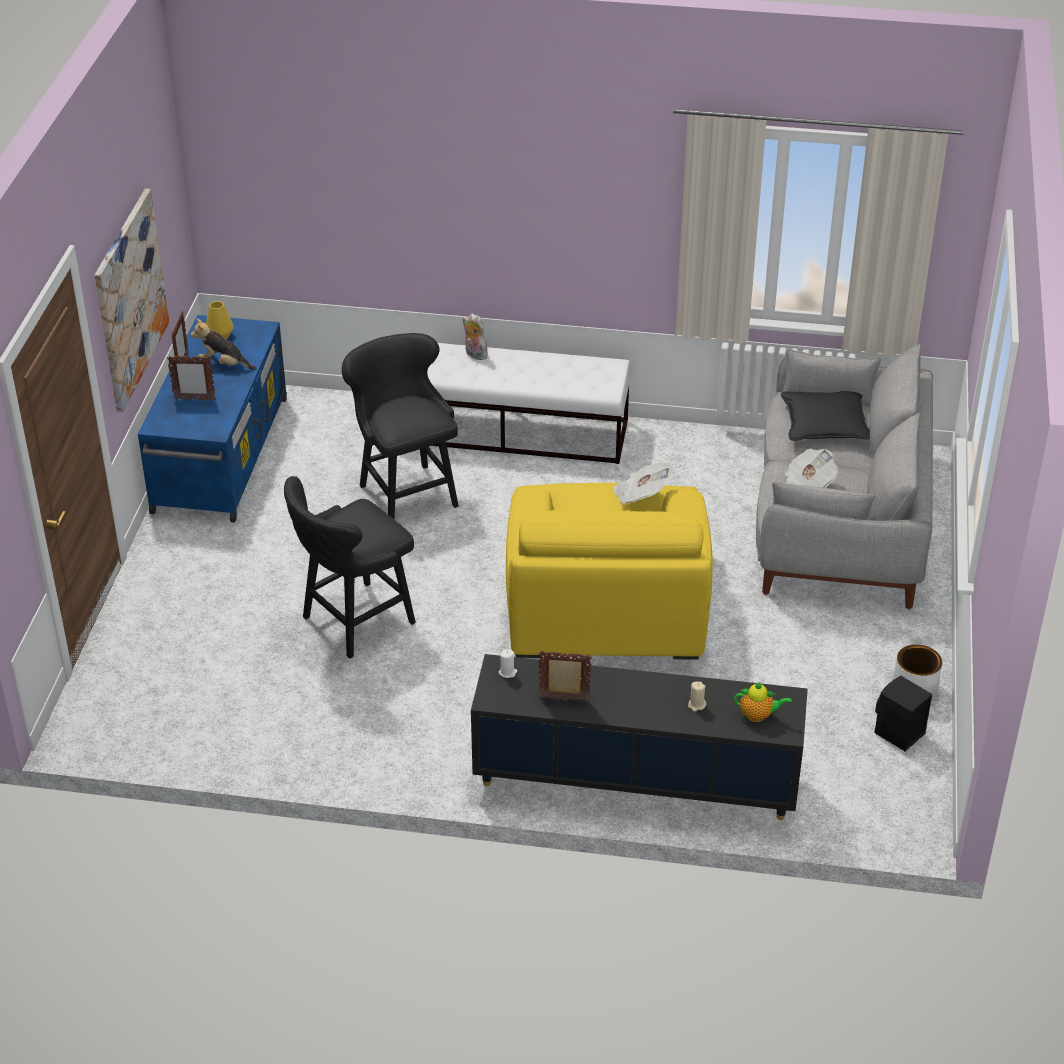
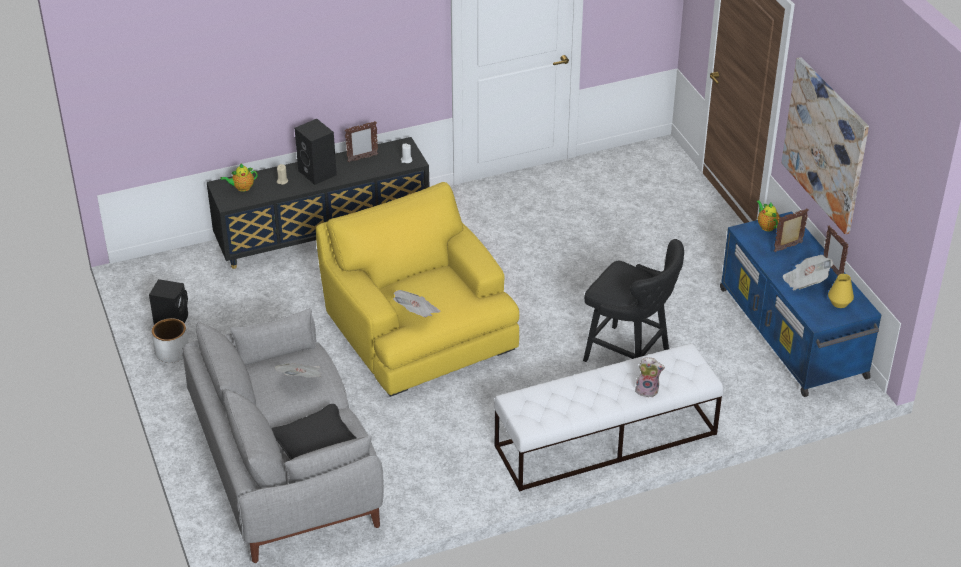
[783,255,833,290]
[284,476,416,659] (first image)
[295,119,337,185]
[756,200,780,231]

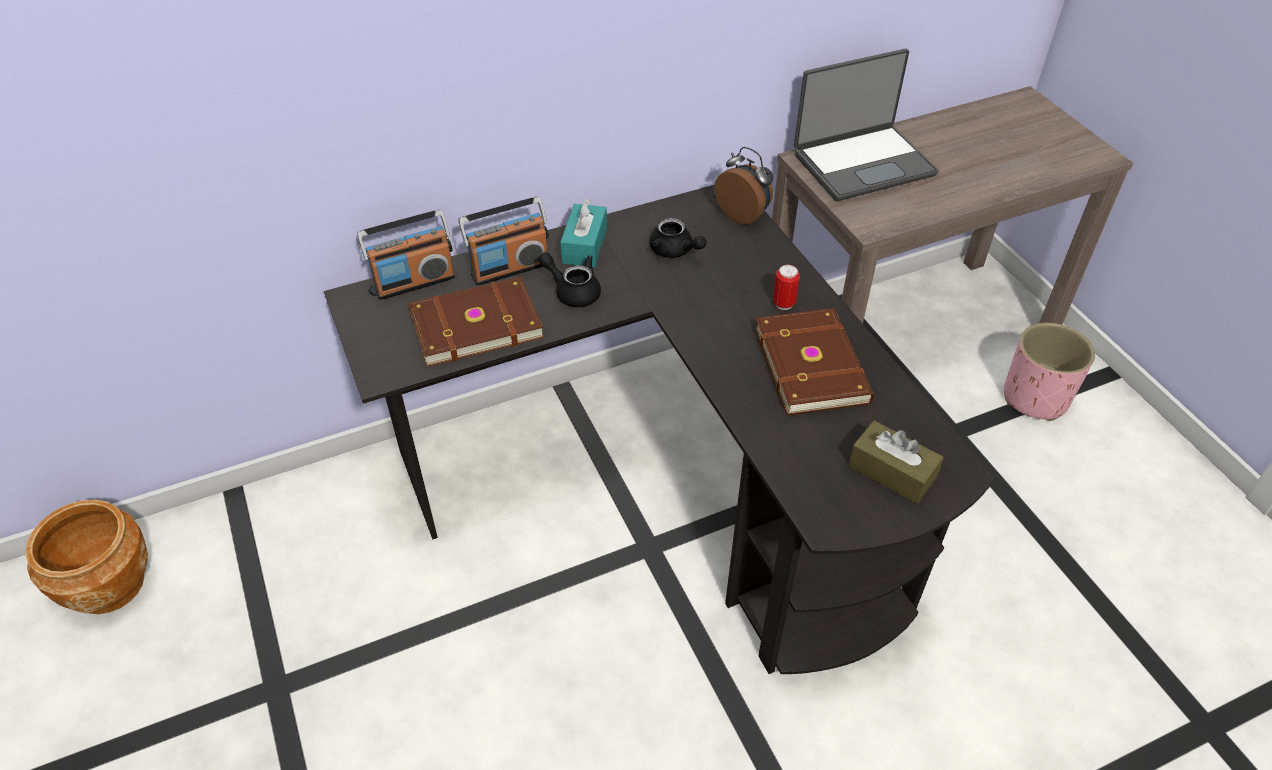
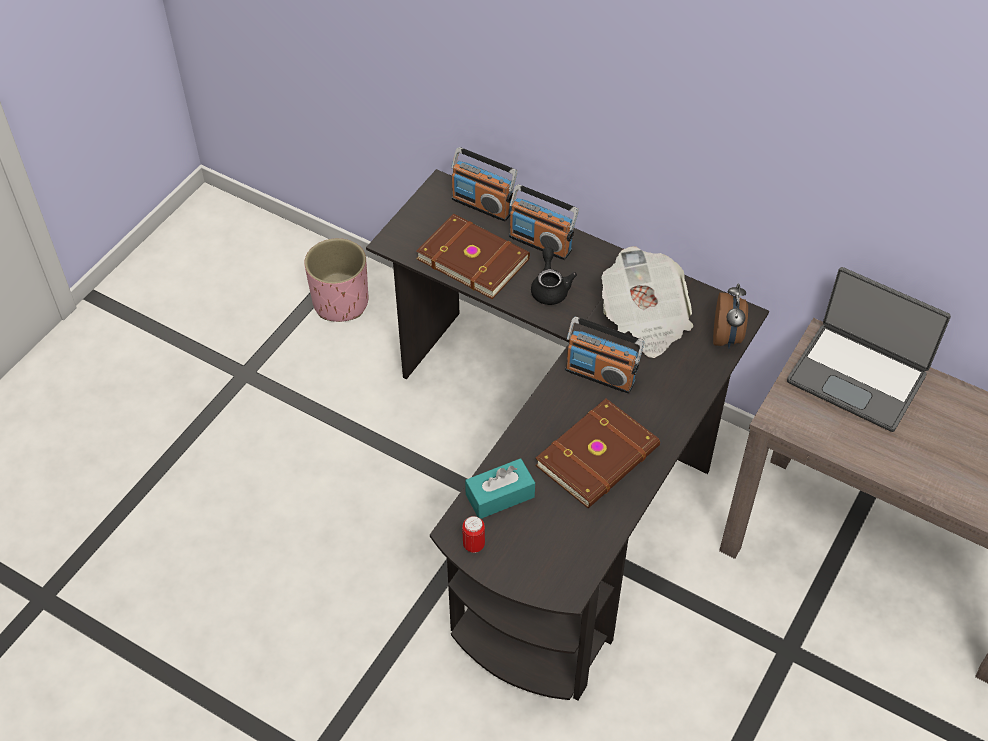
[25,499,148,614] (first image)
[465,458,535,519]
[601,246,693,358]
[462,516,485,553]
[848,421,944,504] (first image)
[304,238,368,322]
[565,316,644,394]

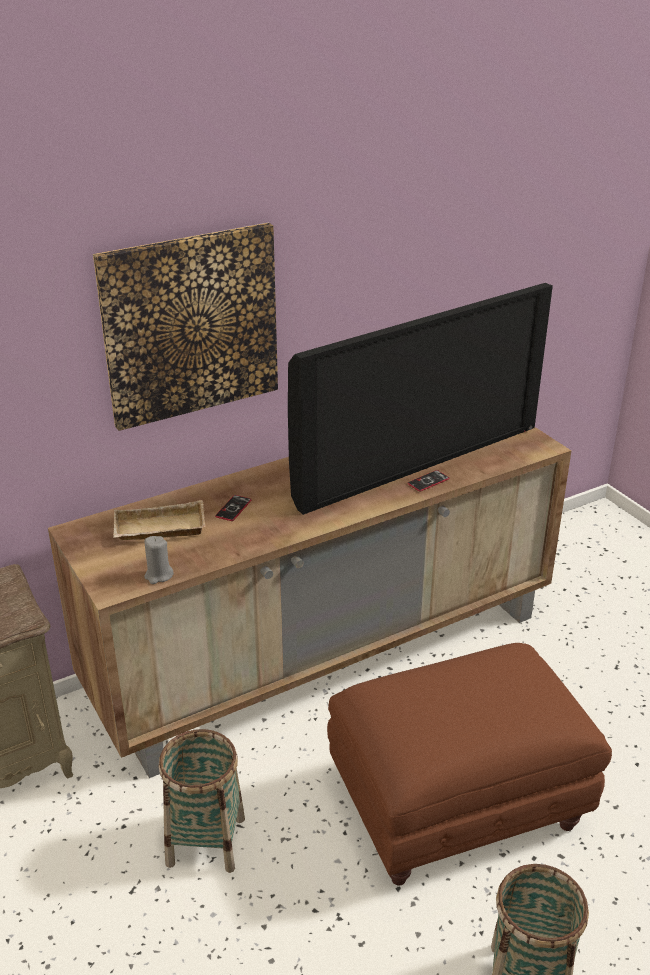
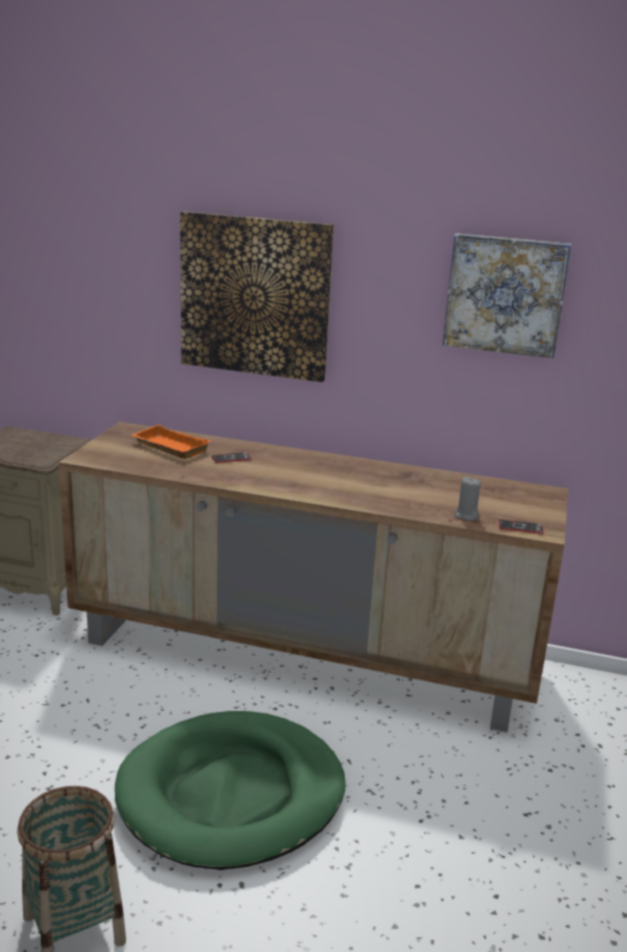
[131,425,211,459]
[454,477,481,521]
[159,729,245,873] (first image)
[288,283,553,515] (first image)
[115,711,345,870]
[499,520,543,534]
[443,233,571,358]

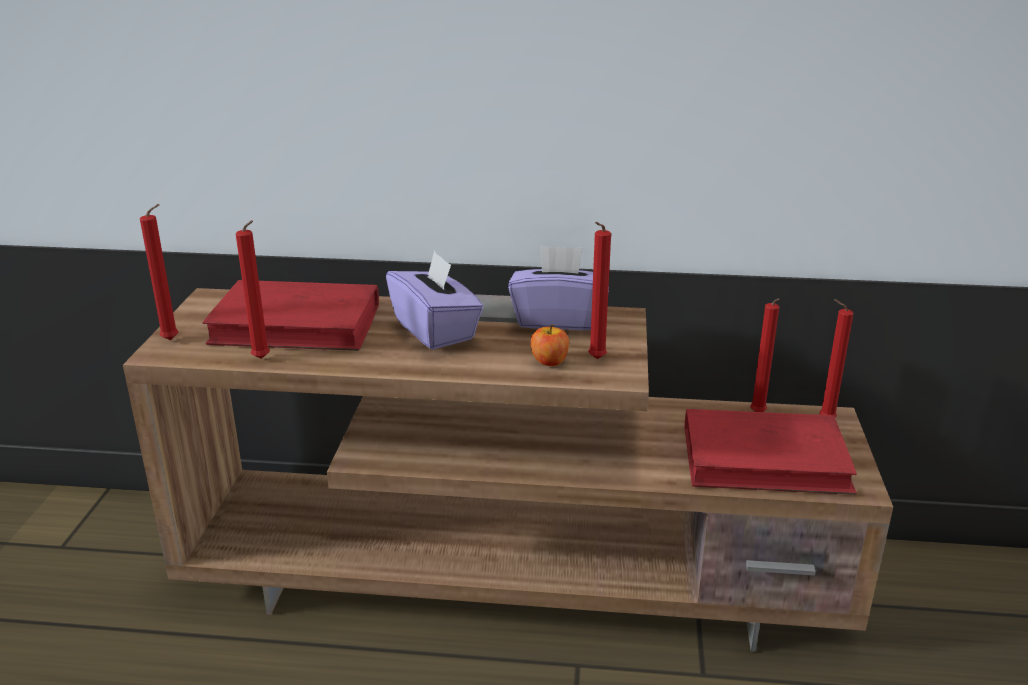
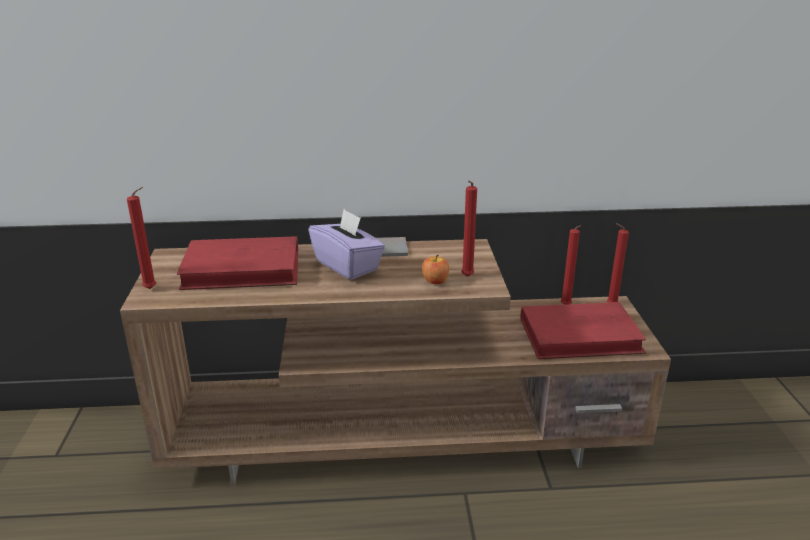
[236,220,270,359] (first image)
[508,245,609,330] (first image)

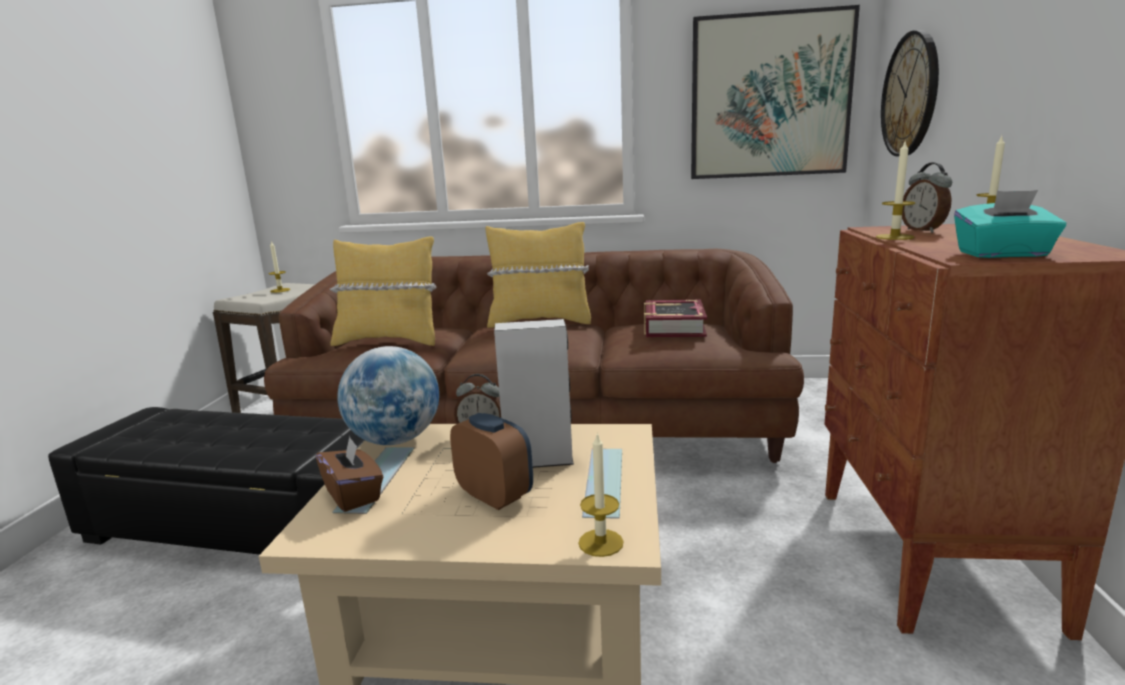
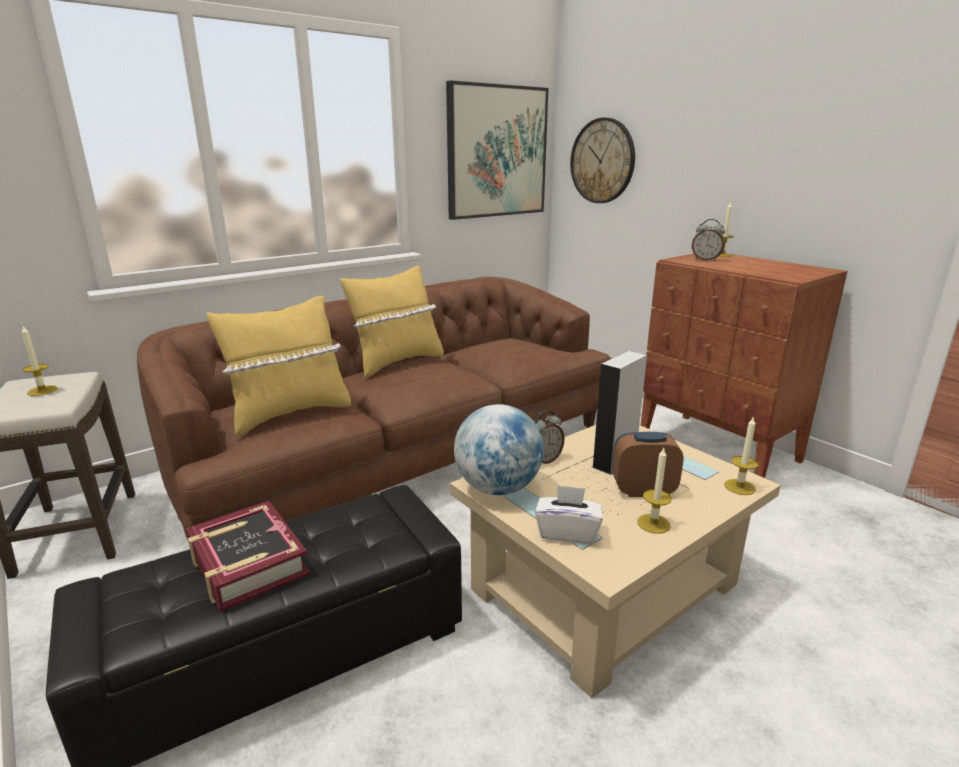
[535,485,602,544]
[186,501,310,612]
[637,448,672,534]
[954,190,1066,258] (first image)

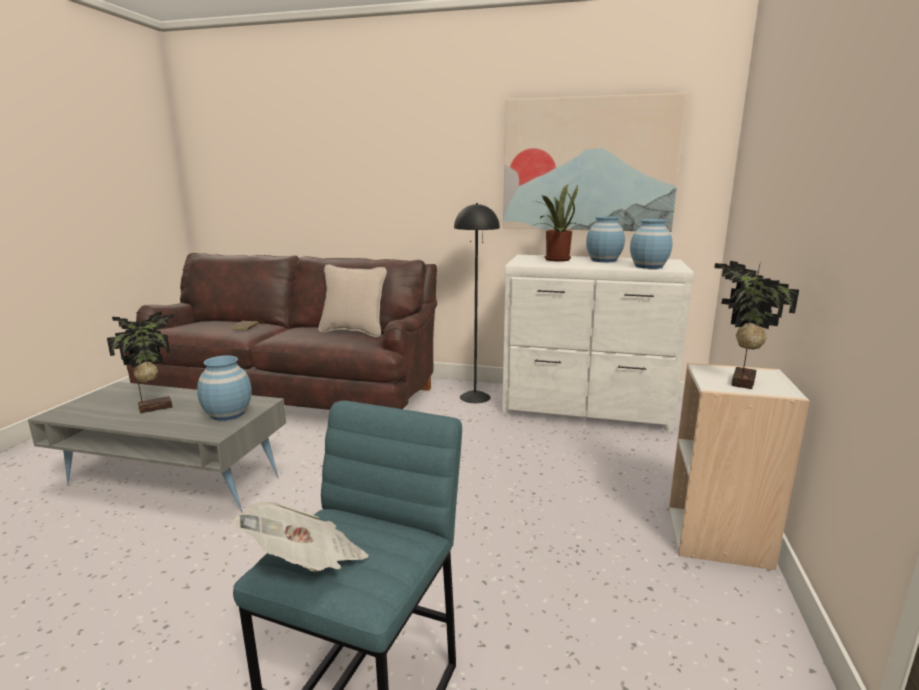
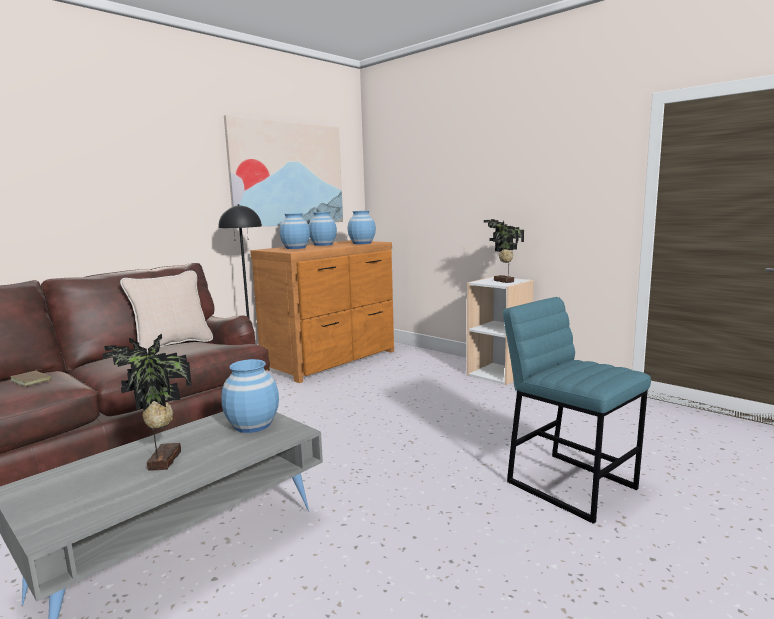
[233,502,368,572] (first image)
[250,240,394,383]
[279,213,310,249]

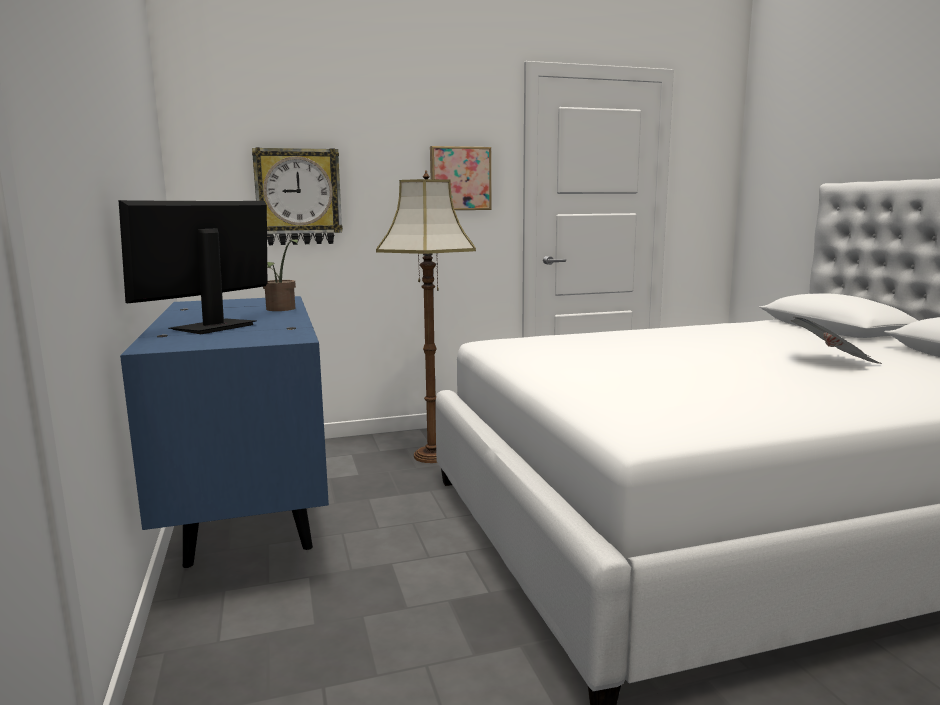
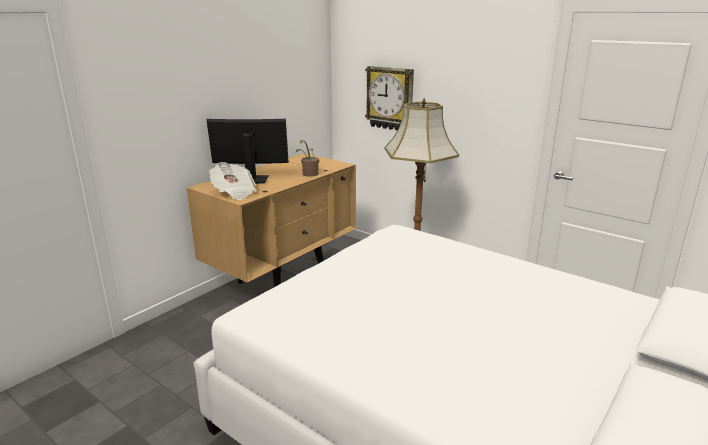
[187,153,356,287]
[430,146,492,210] (first image)
[209,162,257,200]

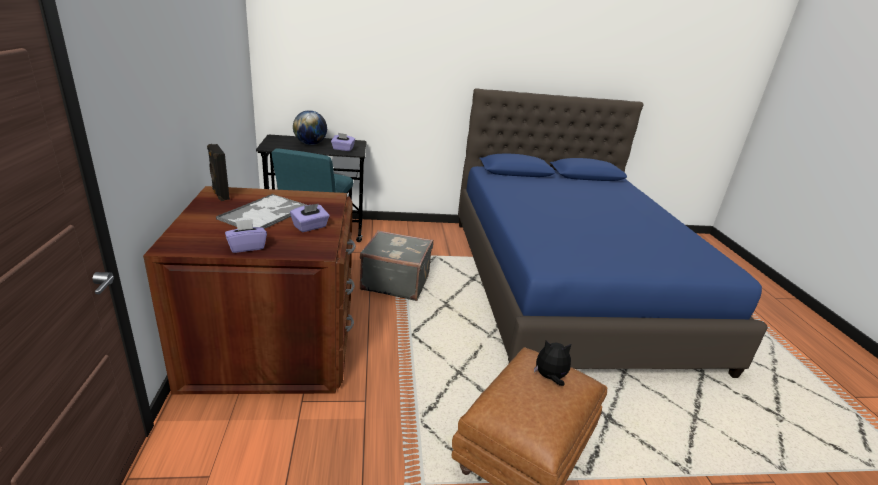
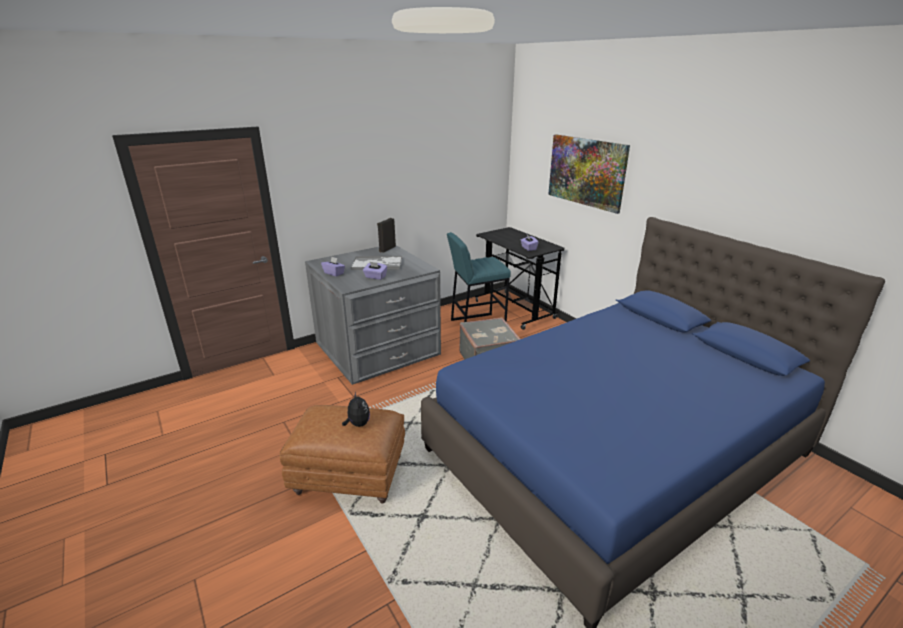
[305,245,441,385]
[293,110,327,145] (first image)
[548,134,630,214]

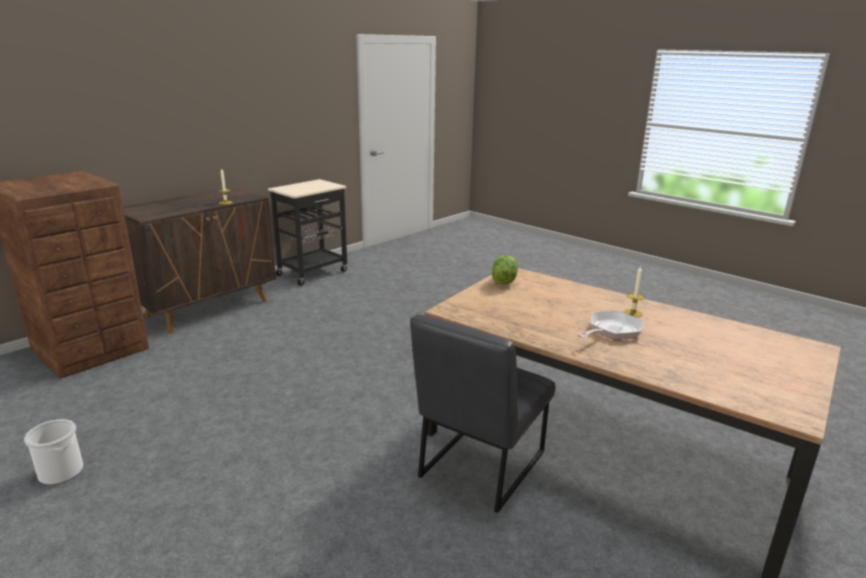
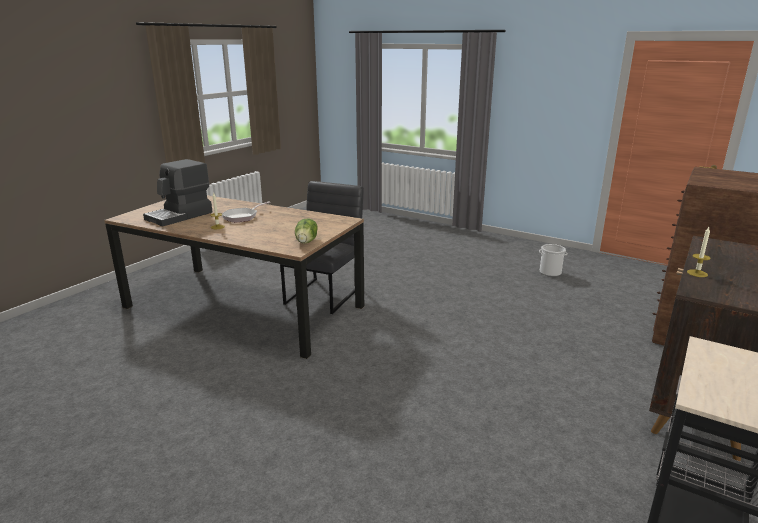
[143,159,212,227]

